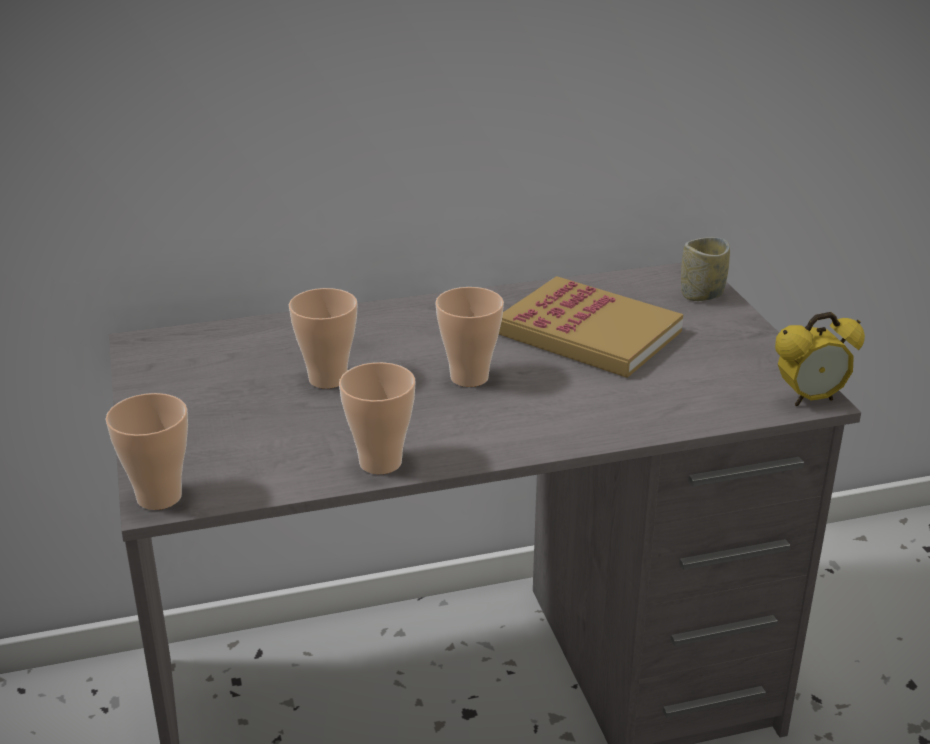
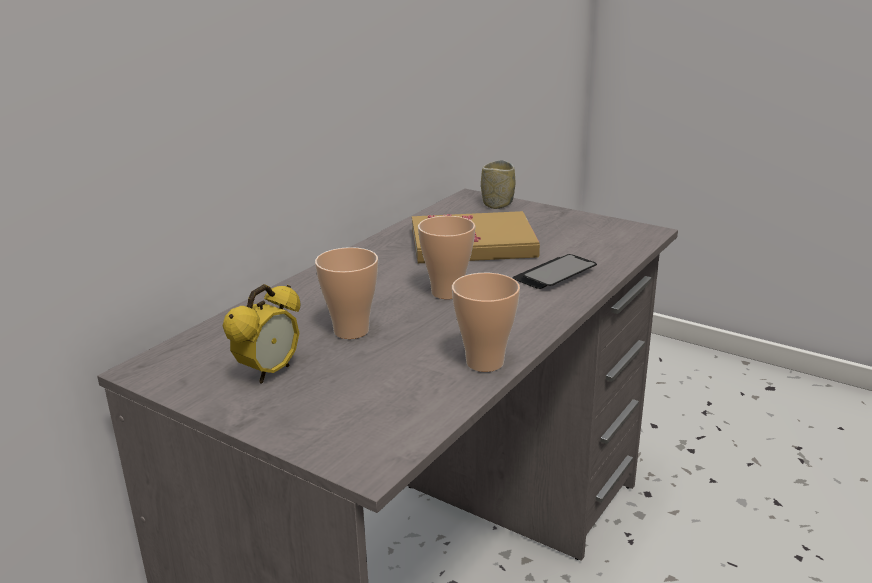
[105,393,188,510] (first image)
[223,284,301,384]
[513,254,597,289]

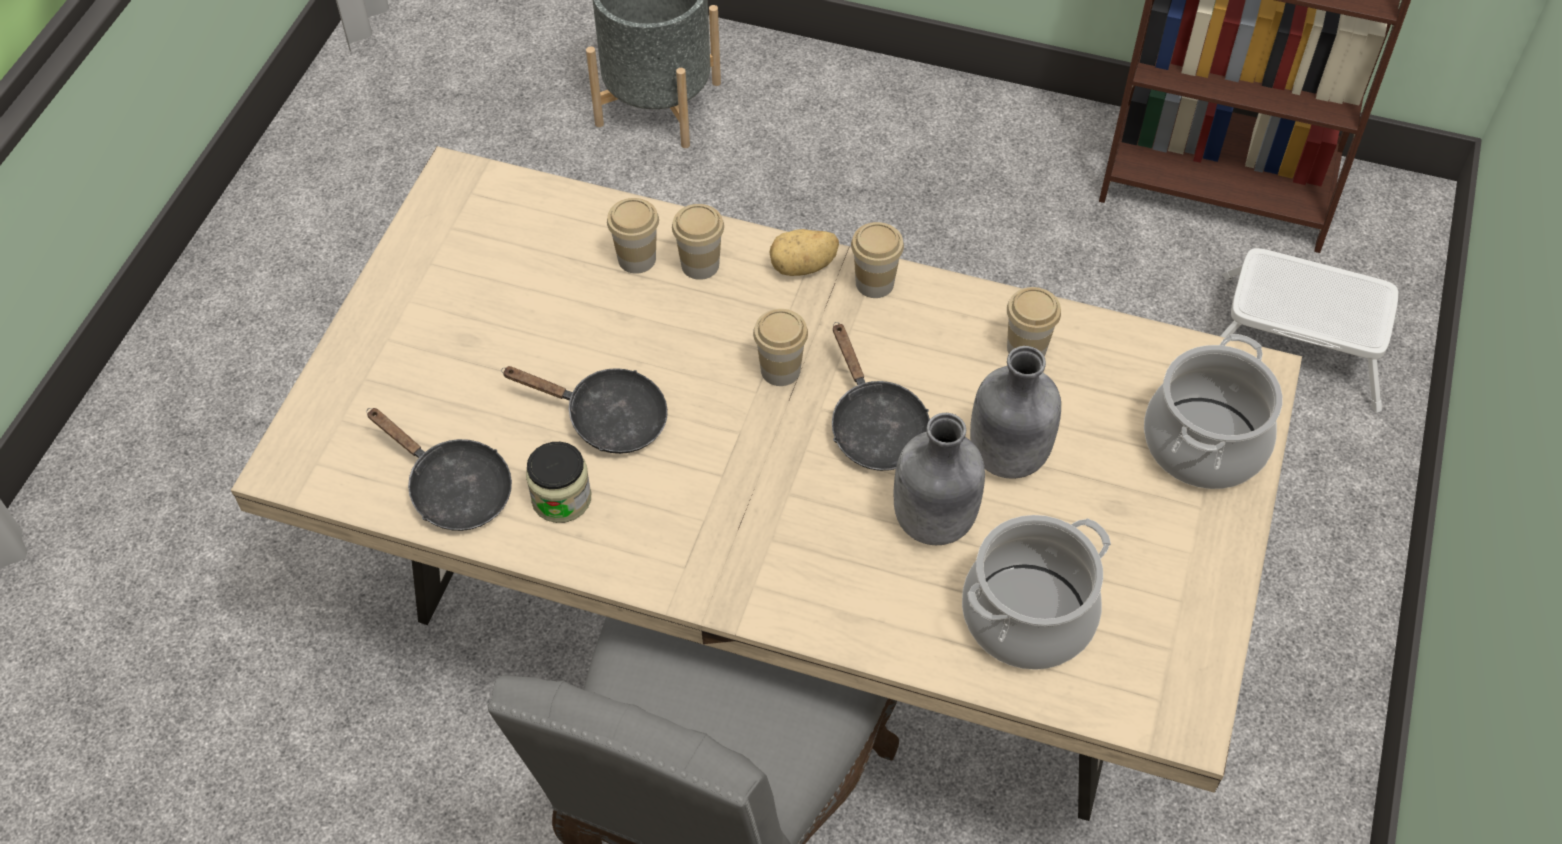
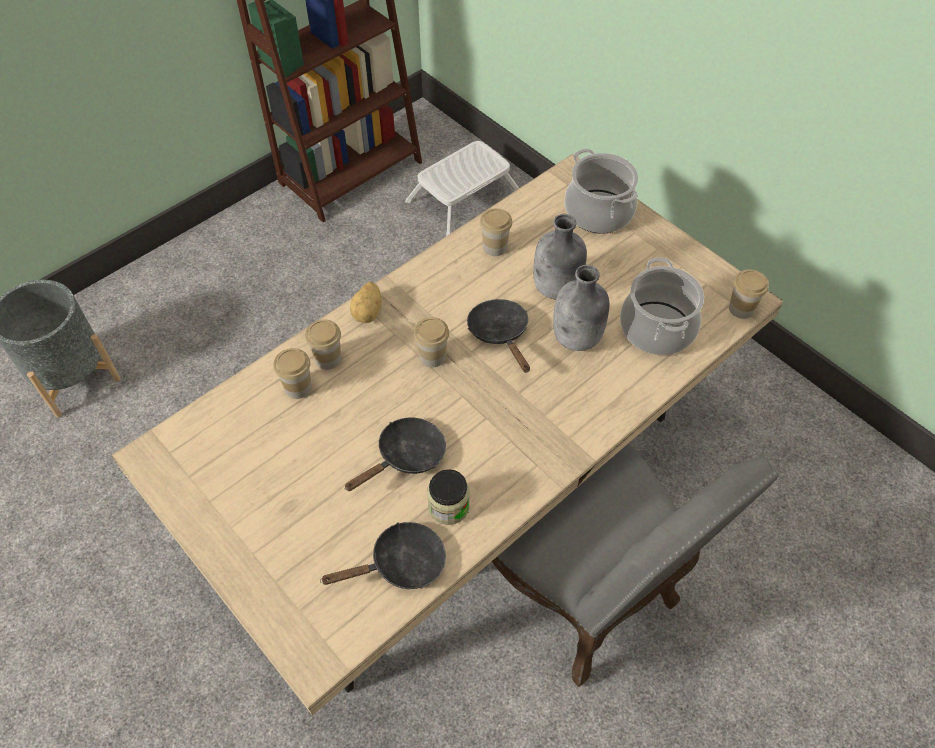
[467,299,530,373]
[729,269,769,319]

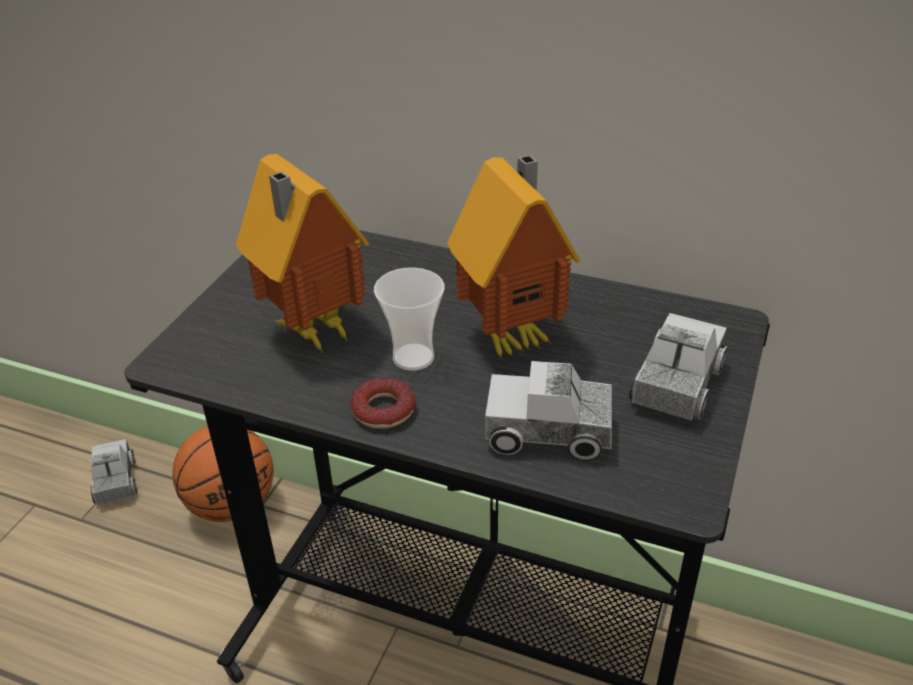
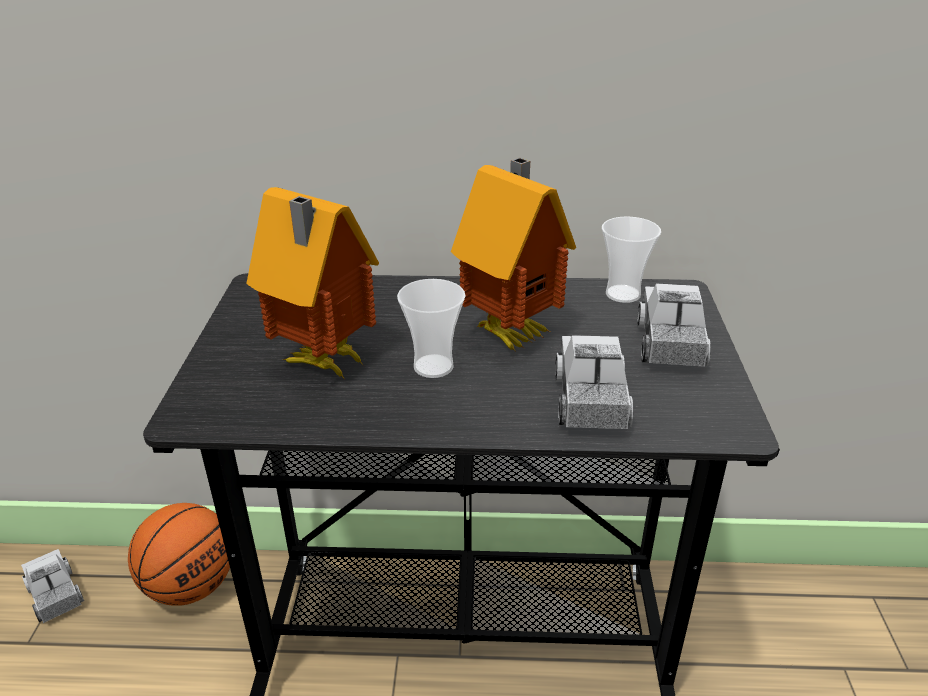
[350,377,416,429] (first image)
[555,335,633,429]
[602,216,661,303]

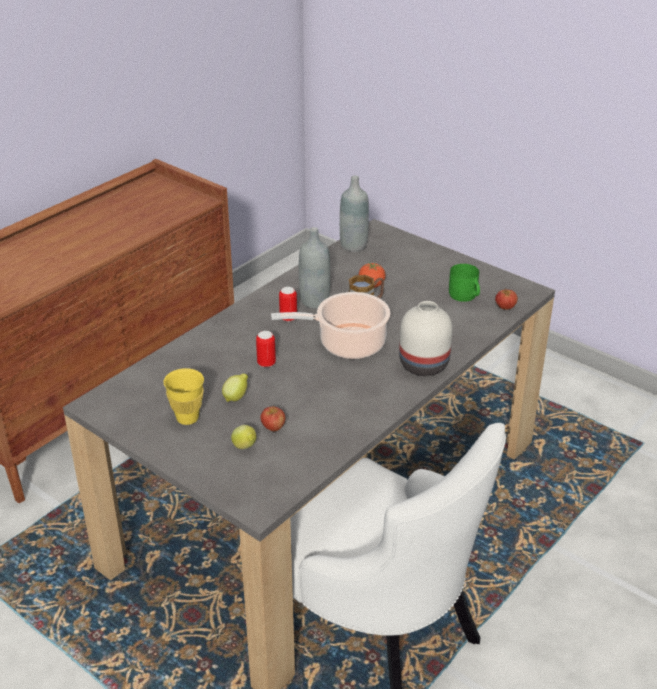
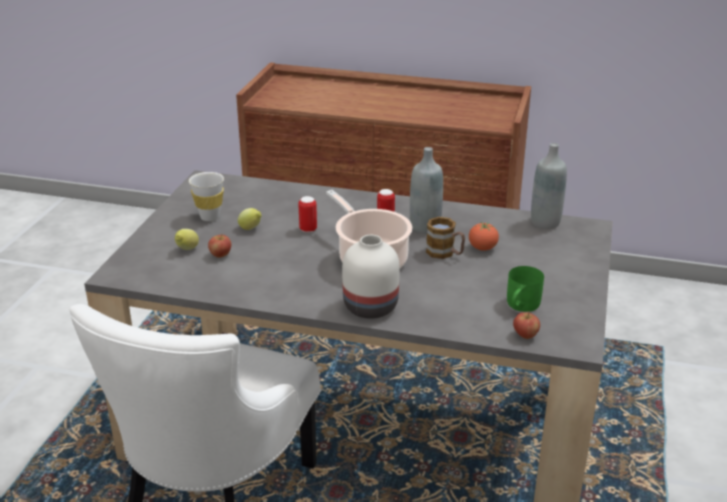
[189,172,224,221]

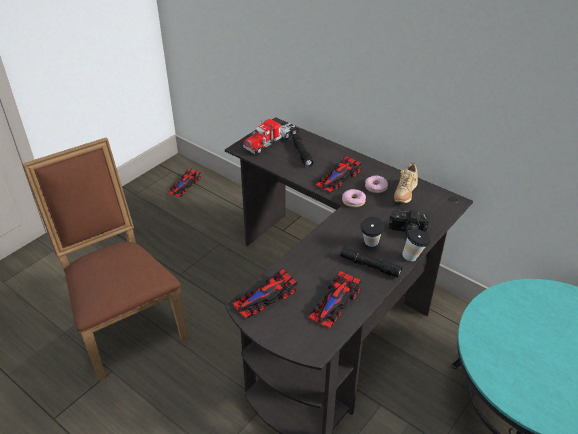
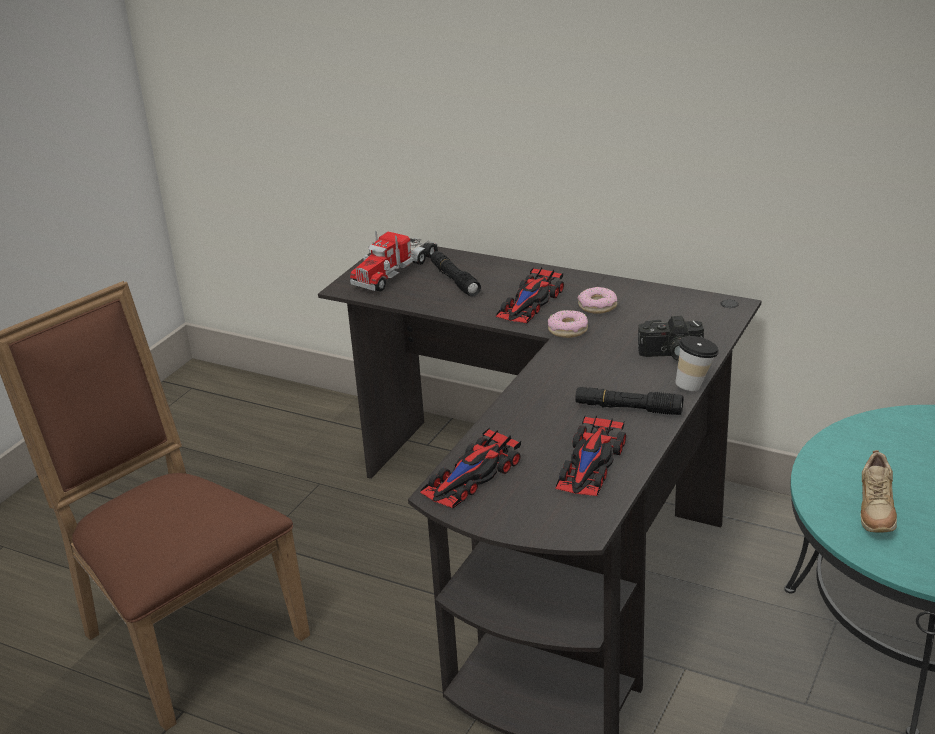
[168,168,201,197] (first image)
[360,217,384,247] (first image)
[861,450,897,533]

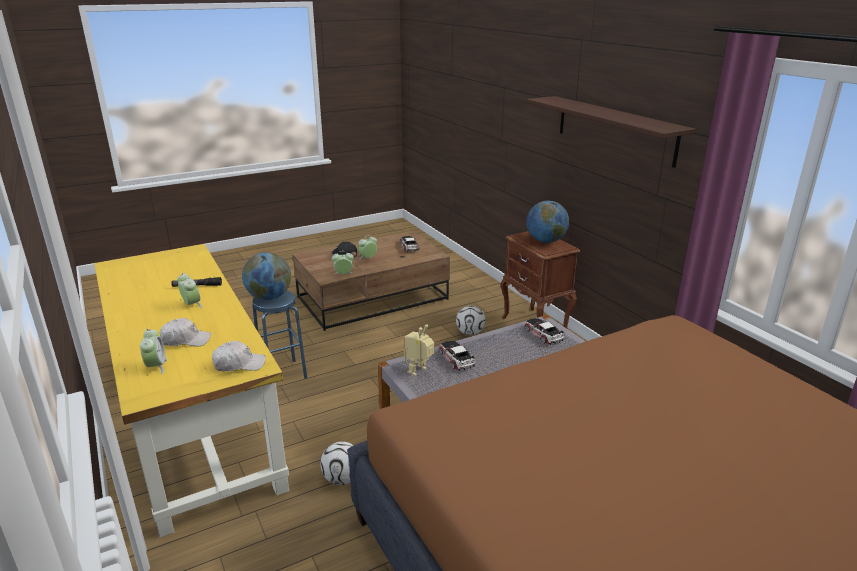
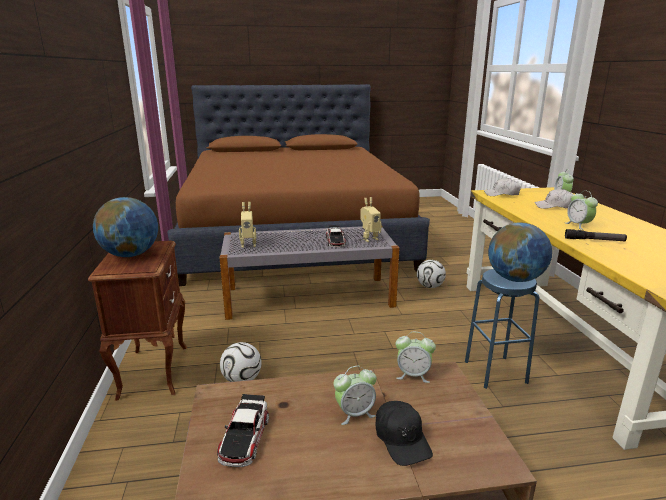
[239,202,256,248]
[526,96,696,168] (first image)

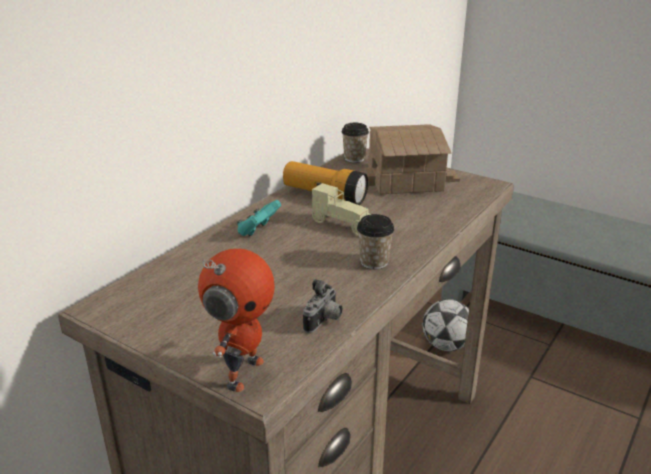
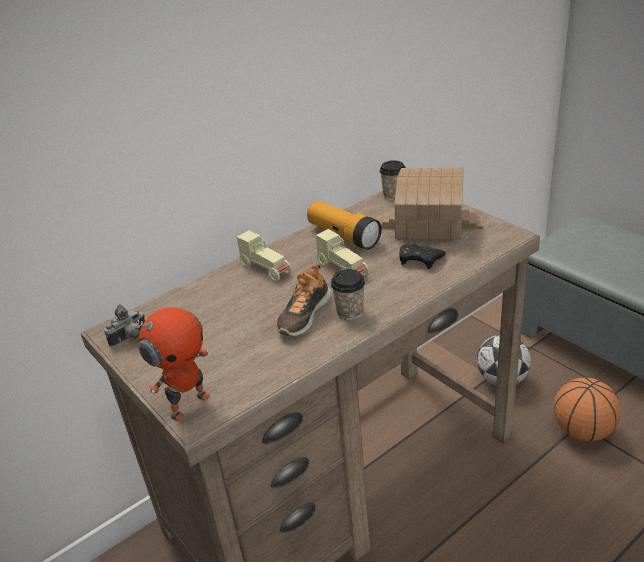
[237,230,292,282]
[104,304,145,347]
[277,265,332,336]
[400,243,446,269]
[554,377,621,442]

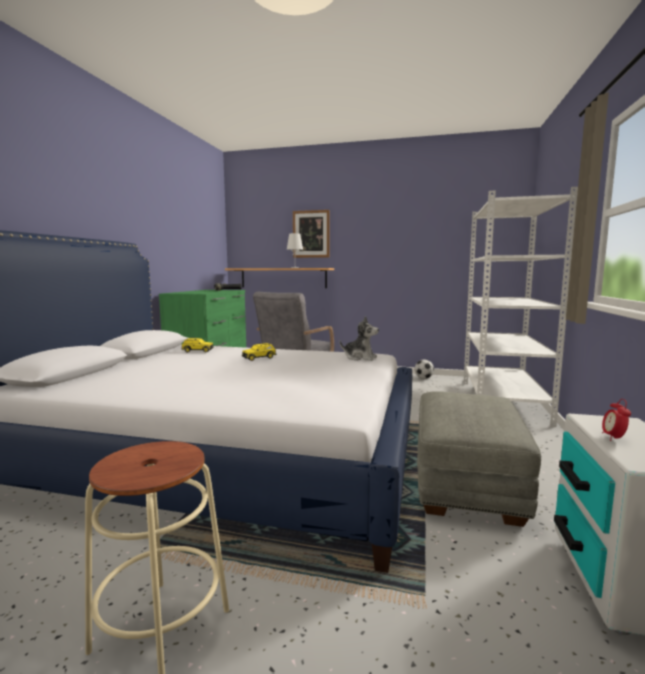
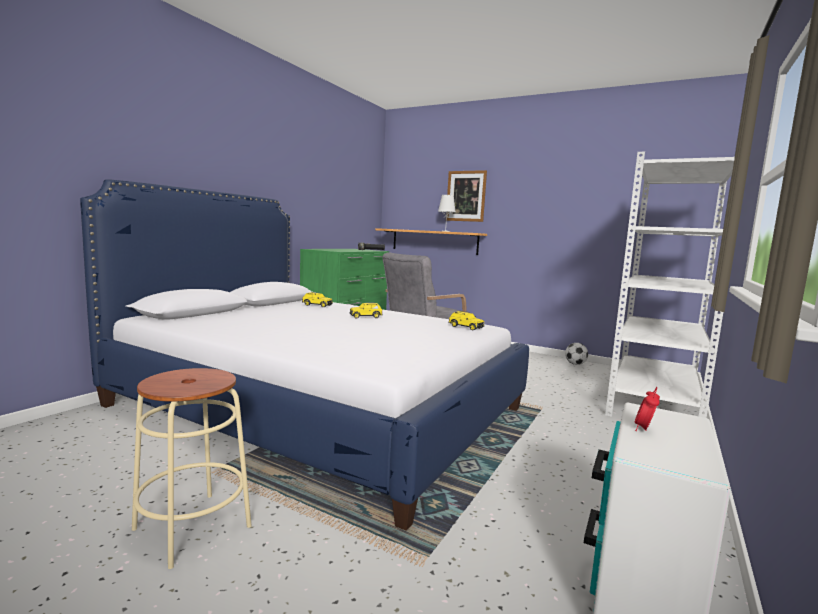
[448,311,485,330]
[417,391,541,527] (first image)

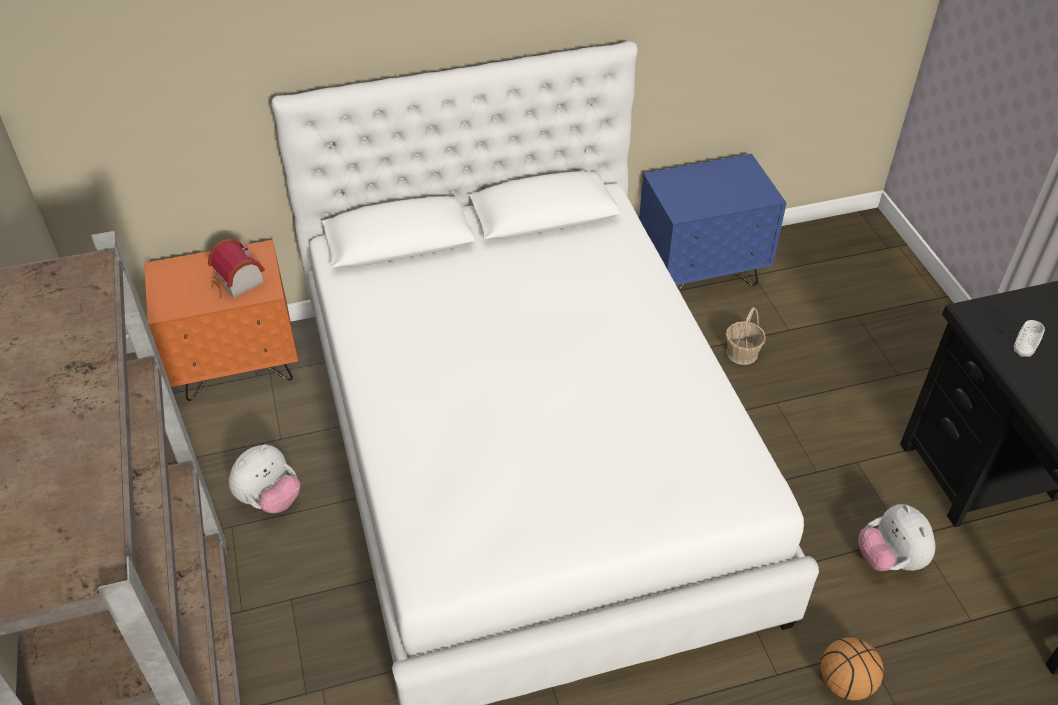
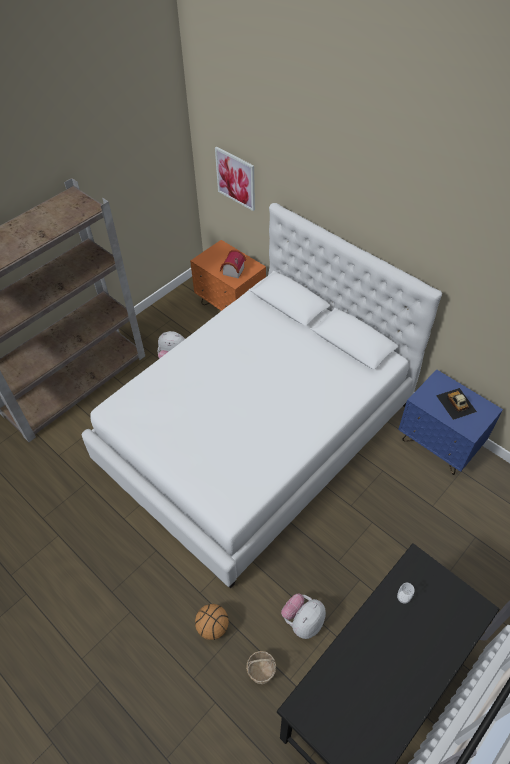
[246,651,276,684]
[215,147,255,211]
[436,388,477,420]

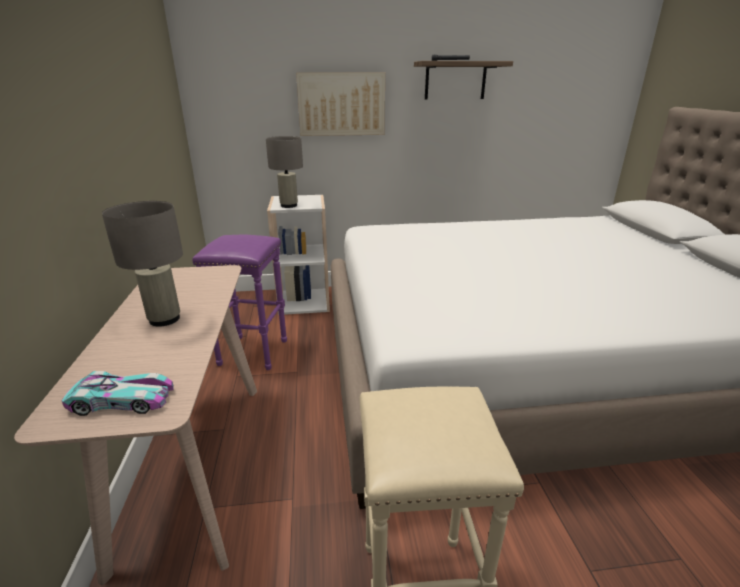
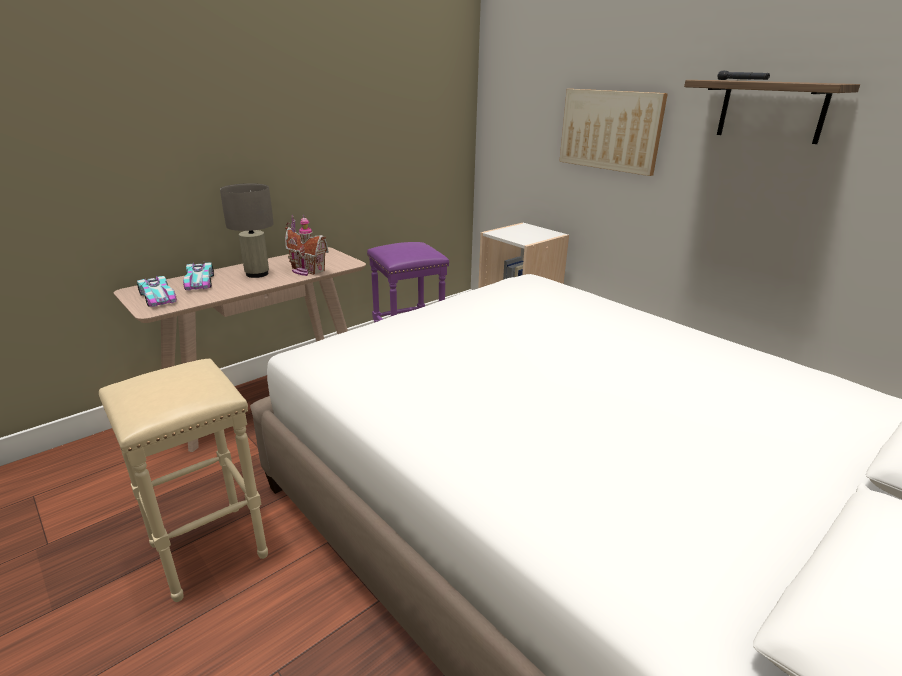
[266,136,303,208] (first image)
[183,262,214,290]
[285,215,329,276]

